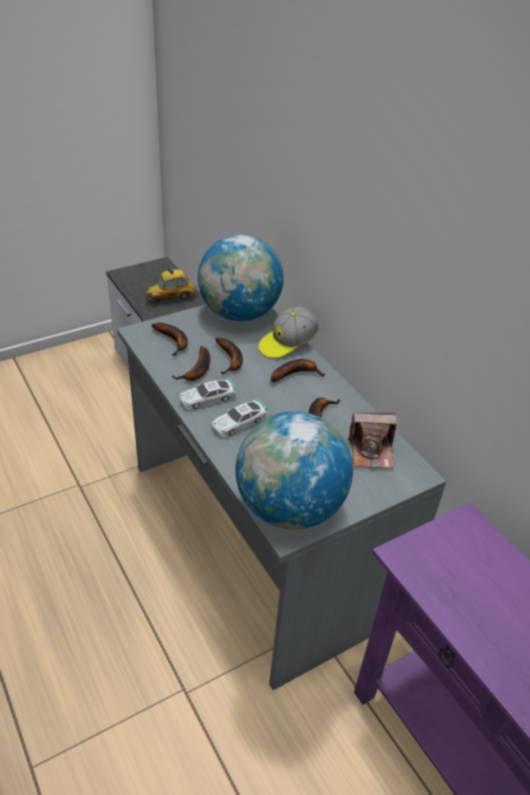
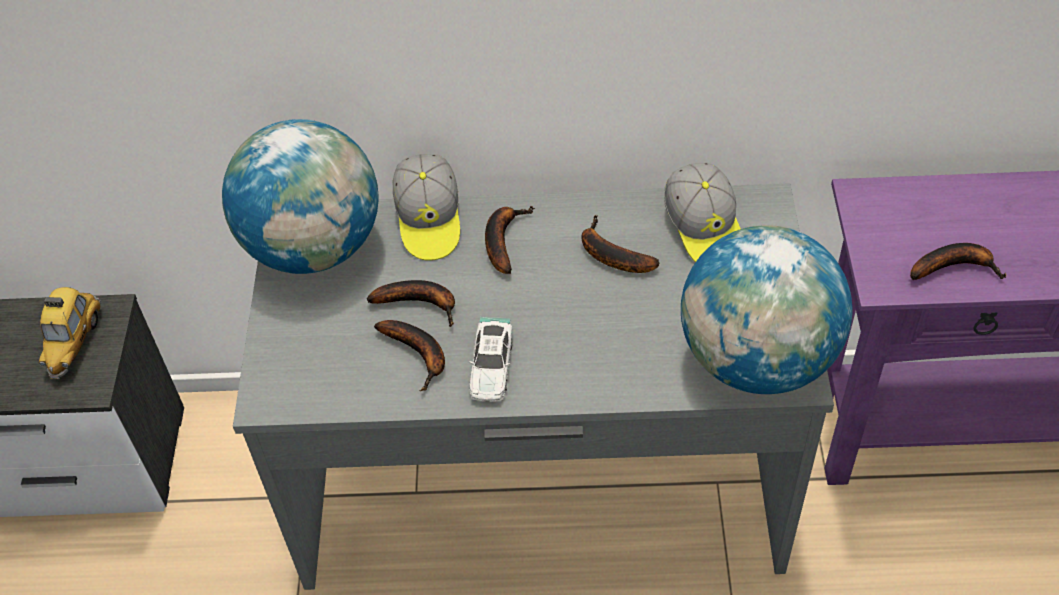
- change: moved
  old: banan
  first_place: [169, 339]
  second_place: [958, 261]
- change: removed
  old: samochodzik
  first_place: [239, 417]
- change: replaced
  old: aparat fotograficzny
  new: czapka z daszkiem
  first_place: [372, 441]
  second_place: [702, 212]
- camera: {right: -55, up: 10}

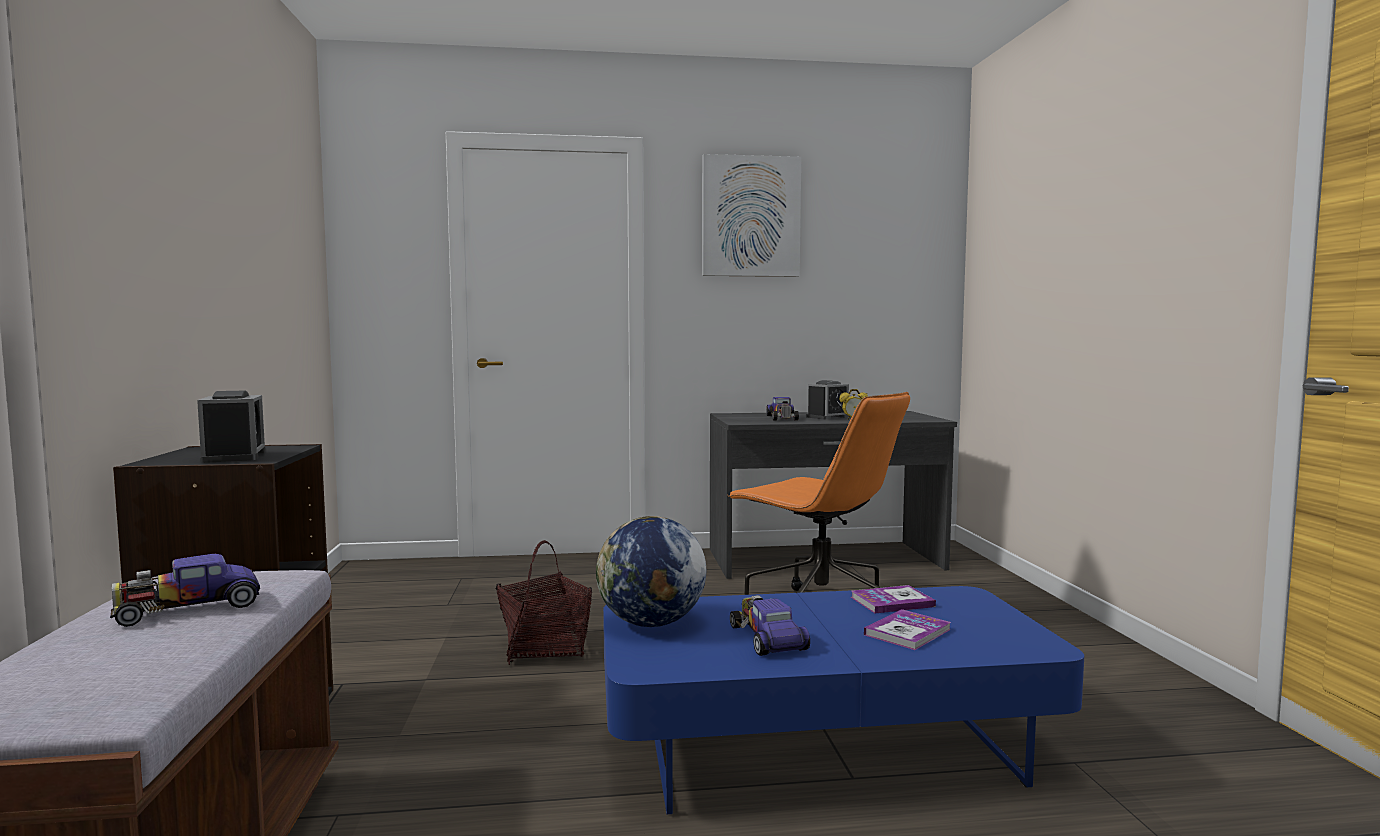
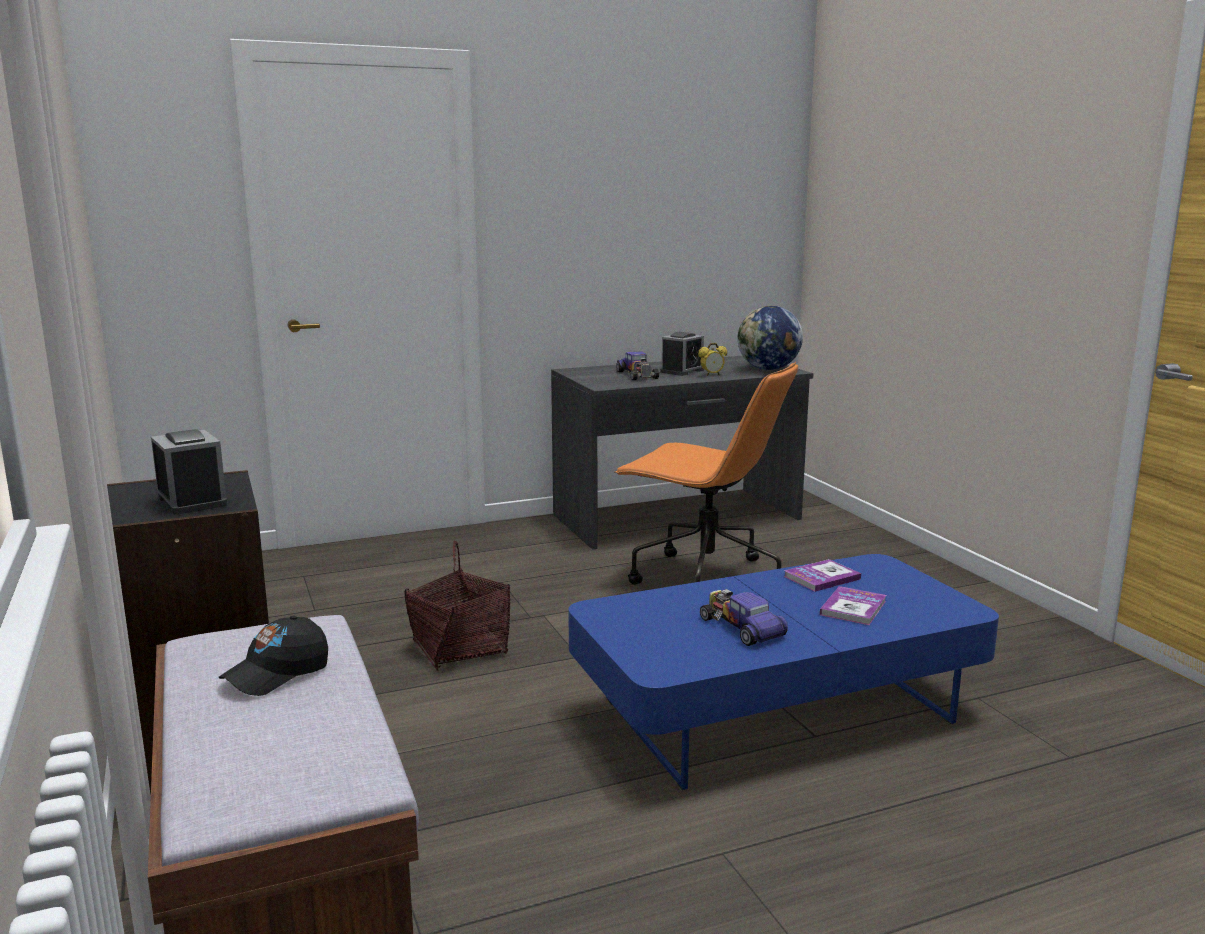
- change: removed
  old: obraz
  first_place: [751, 215]
- change: moved
  old: globus
  first_place: [651, 571]
  second_place: [770, 338]
- change: replaced
  old: samochodzik
  new: czapka z daszkiem (czarny)
  first_place: [185, 590]
  second_place: [273, 656]
- camera: {right: -15, up: 10}

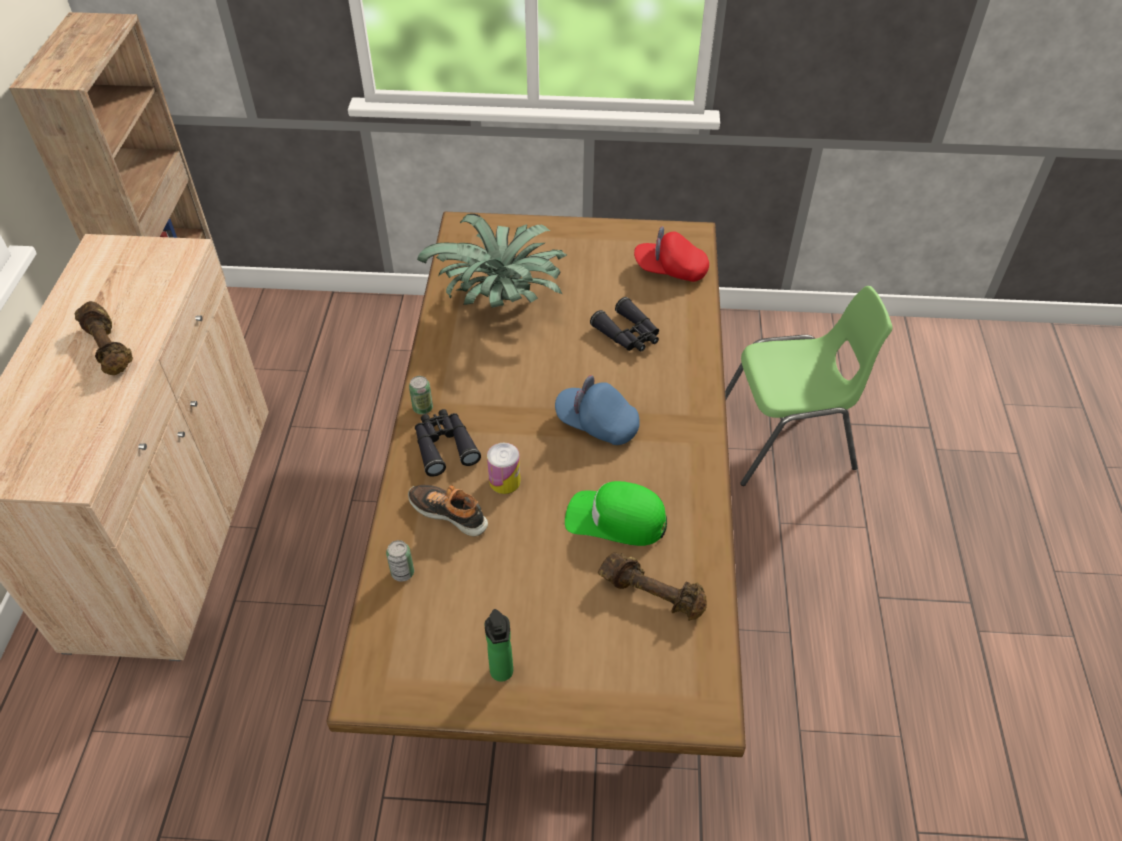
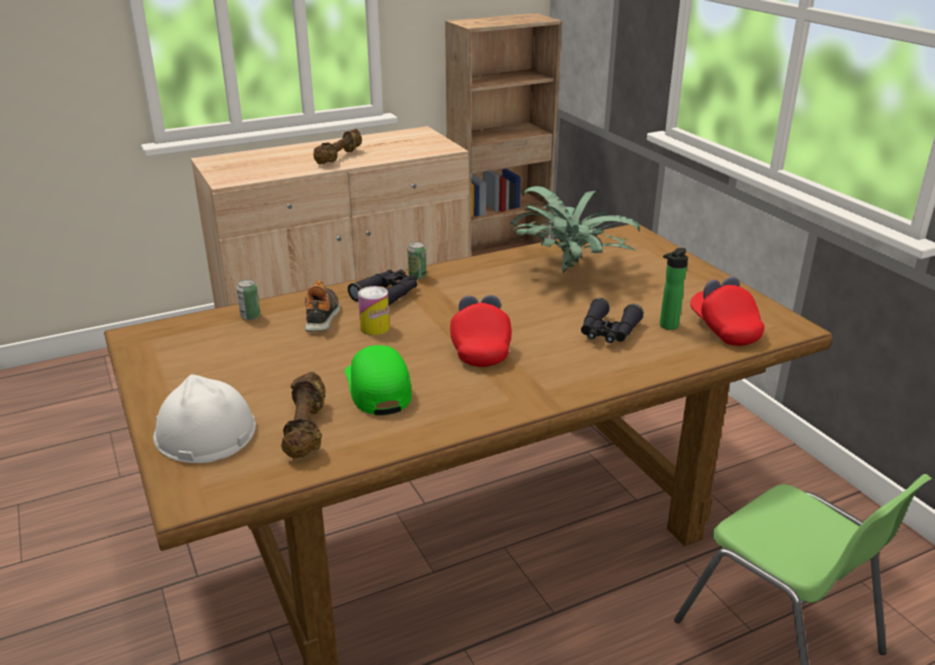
- change: recoloured
  old: czapka z daszkiem (niebieski)
  new: czapka z daszkiem (czerwony)
  first_place: [597, 410]
  second_place: [481, 331]
- change: moved
  old: butelka
  first_place: [498, 645]
  second_place: [674, 289]
- change: added
  new: kask (biały)
  second_place: [204, 418]
- camera: {right: 60, up: -20}

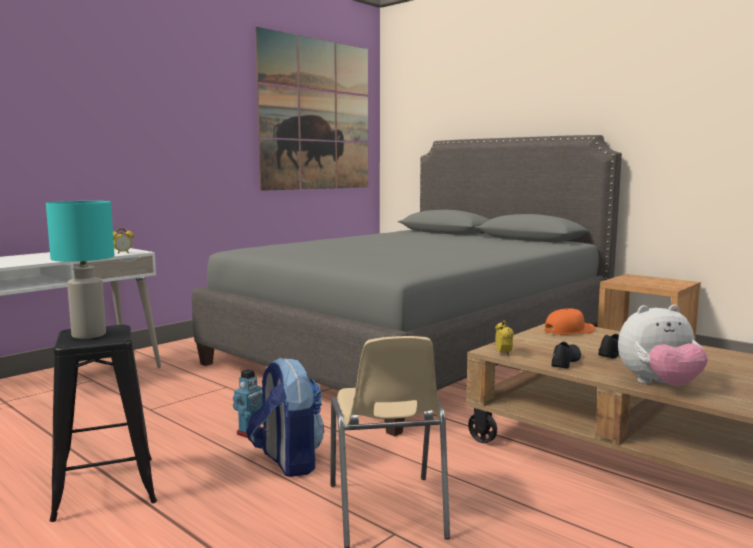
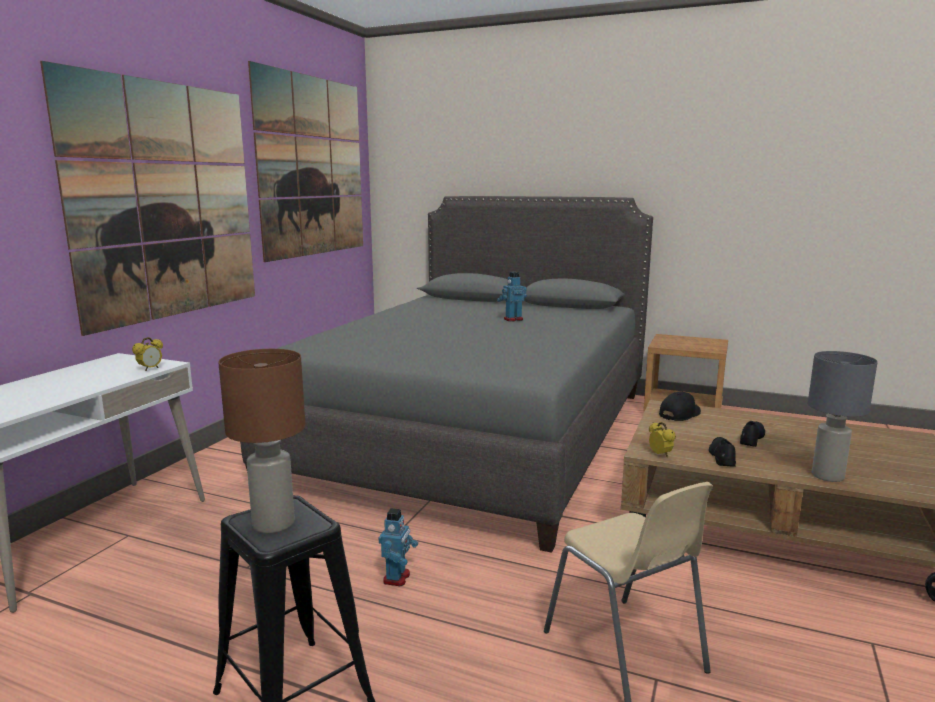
- change: recoloured
  old: lampa stołowa (turkusowy)
  new: lampa stołowa (brązowy)
  first_place: [80, 270]
  second_place: [261, 441]
- change: replaced
  old: pluszak
  new: lampa stołowa (szary)
  first_place: [663, 345]
  second_place: [843, 416]
- change: recoloured
  old: czapka z daszkiem (pomarańczowy)
  new: czapka z daszkiem (czarny)
  first_place: [570, 321]
  second_place: [680, 406]
- change: removed
  old: plecak
  first_place: [285, 417]
- change: added
  new: obraz
  second_place: [147, 198]
- change: added
  new: robot zabawkowy
  second_place: [512, 297]
- camera: {right: -20, up: 5}

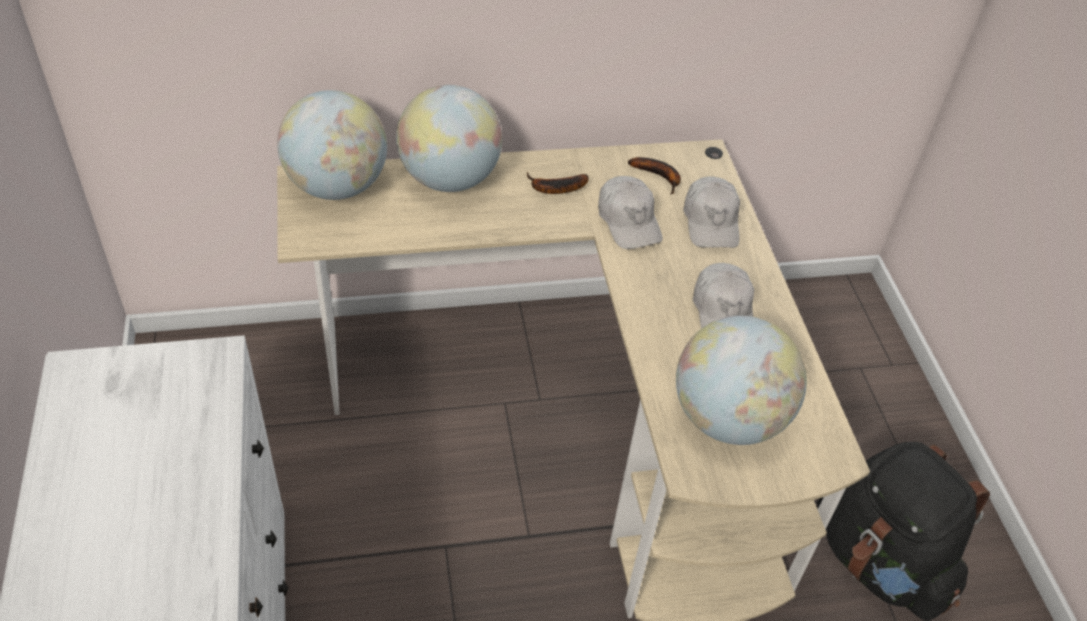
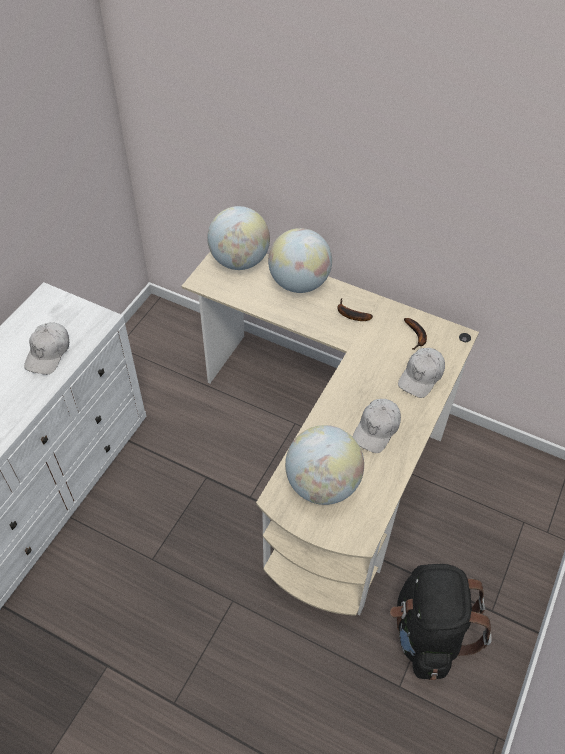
- change: moved
  old: czapka z daszkiem (biały)
  first_place: [630, 212]
  second_place: [46, 348]
- camera: {right: 40, up: 5}

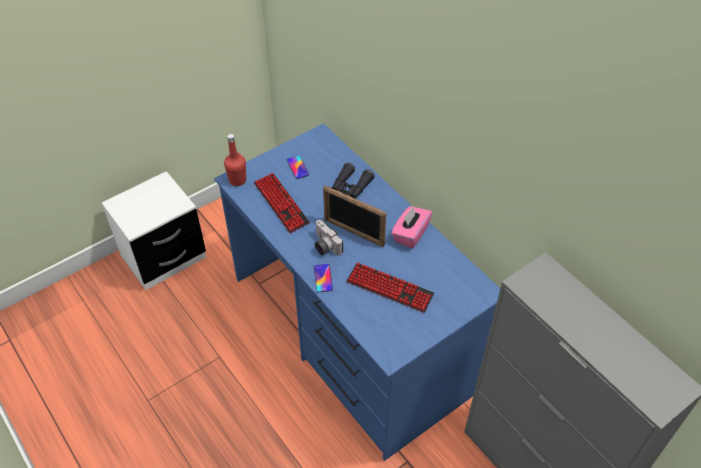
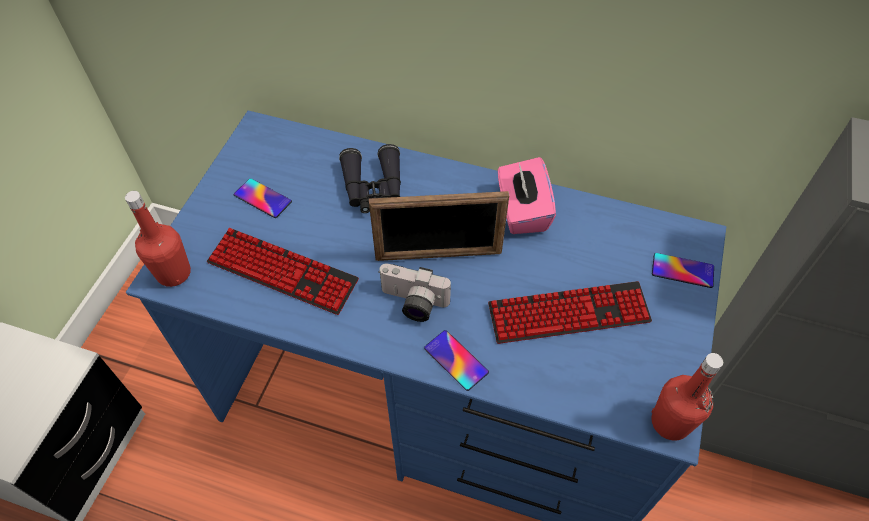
- change: added
  new: telefon
  second_place: [683, 270]
- change: added
  new: butelka (czerwony)
  second_place: [687, 397]
- camera: {right: -35, up: 5}

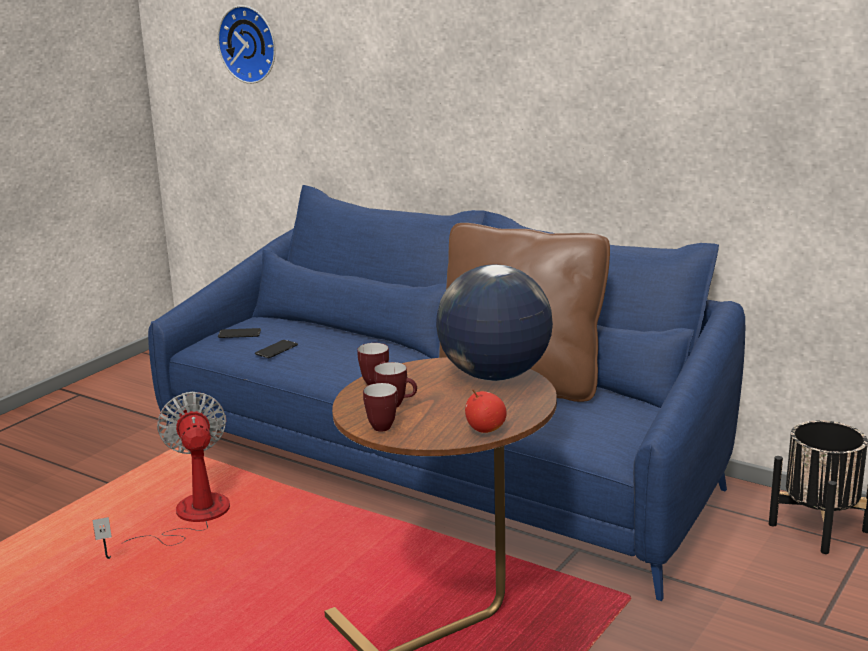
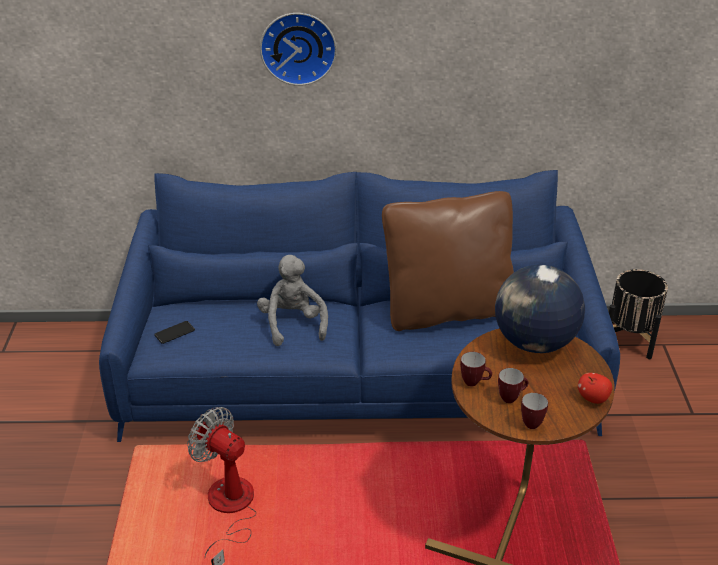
- change: moved
  old: zegar ścienny
  first_place: [246, 44]
  second_place: [298, 49]
- change: removed
  old: telefon
  first_place: [276, 349]
- change: added
  new: pluszak (szary)
  second_place: [292, 300]
- camera: {right: -35, up: 15}

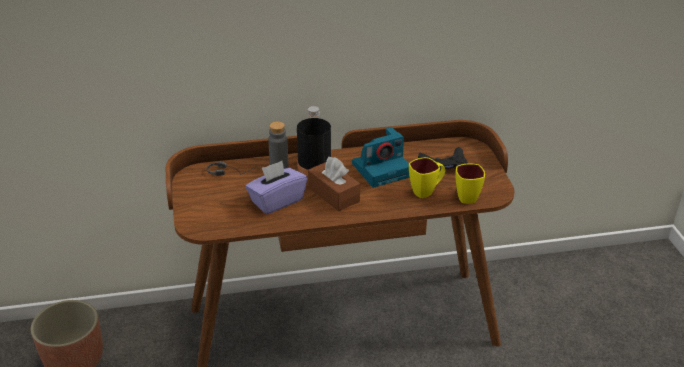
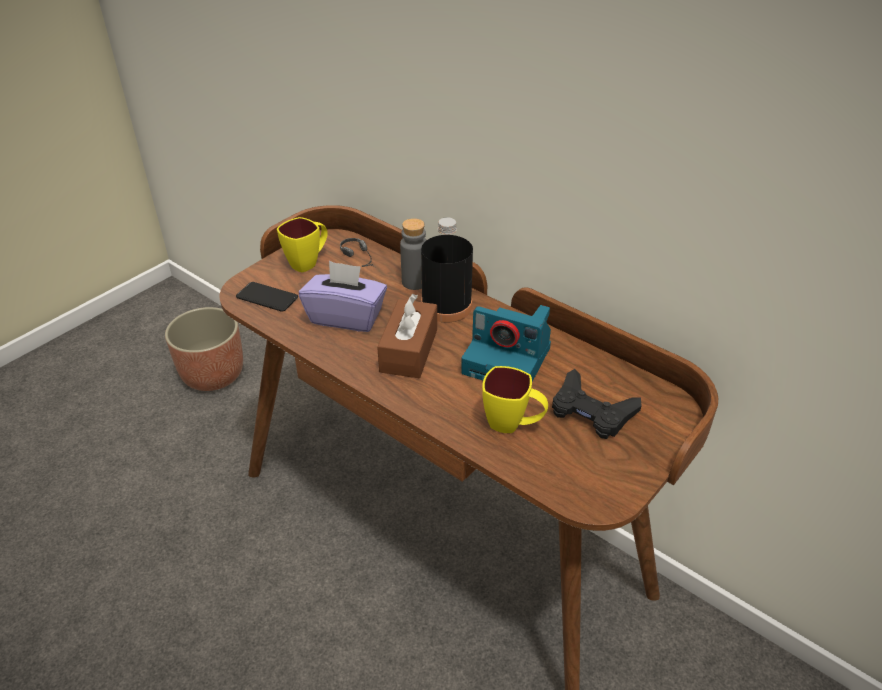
- change: moved
  old: kubek (żółty)
  first_place: [470, 184]
  second_place: [302, 244]
- change: added
  new: telefon
  second_place: [267, 297]
- camera: {right: 50, up: 5}

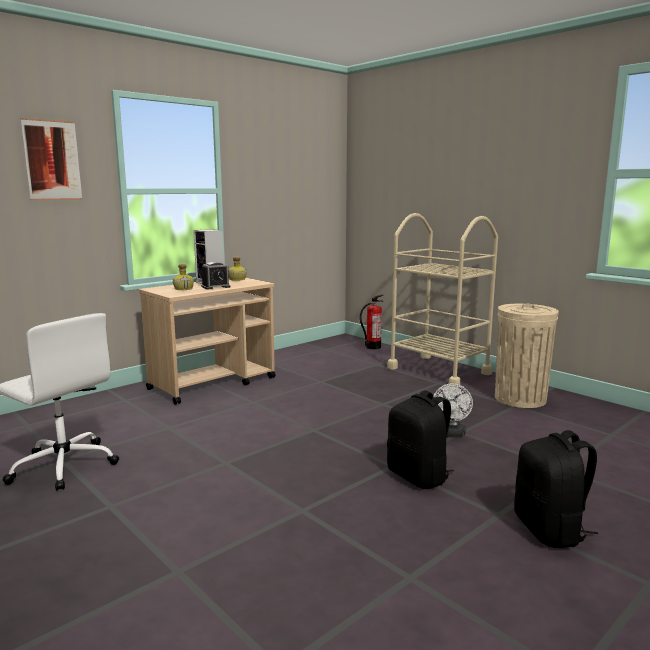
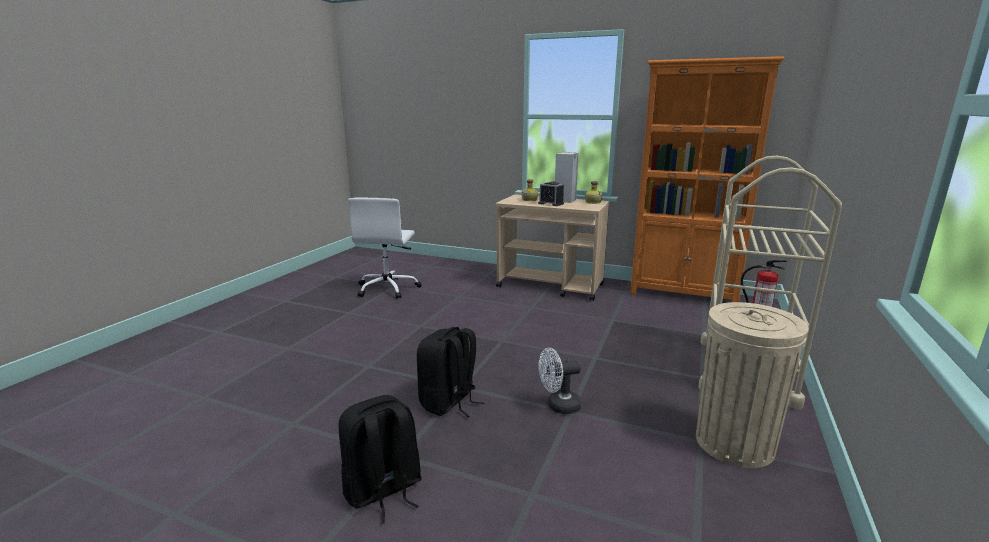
- change: removed
  old: obraz
  first_place: [51, 159]
- change: added
  new: regał (pomarańczowy)
  second_place: [707, 179]
- camera: {right: 65, up: 5}

